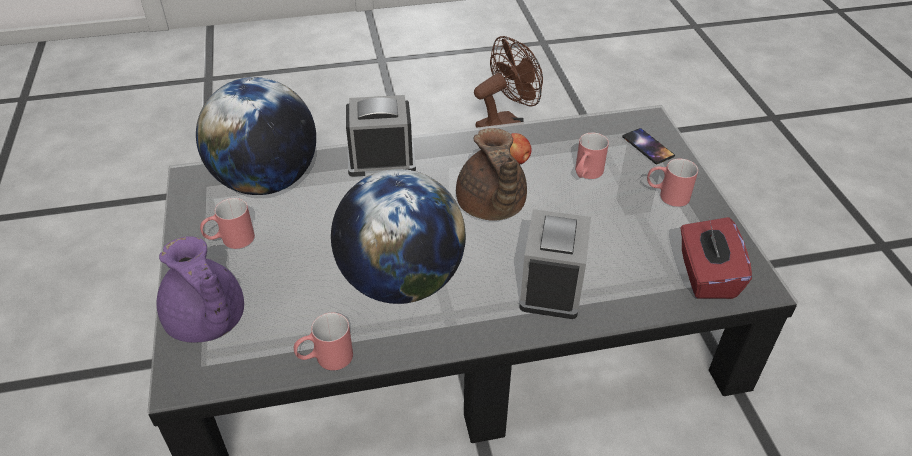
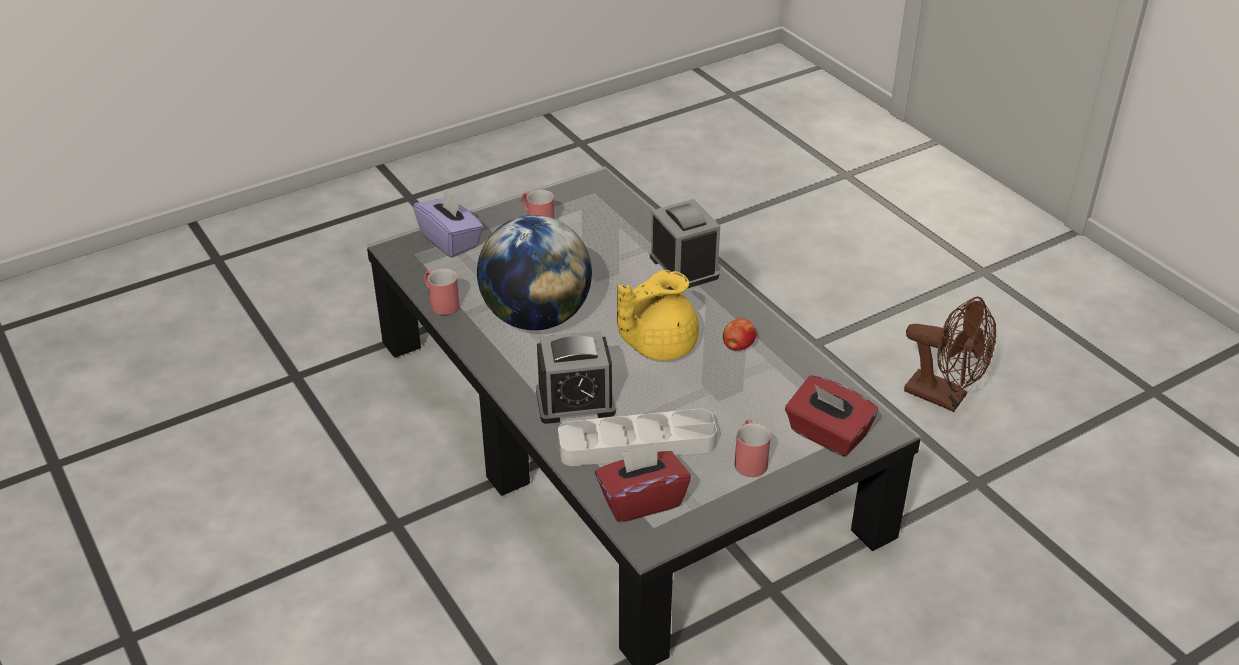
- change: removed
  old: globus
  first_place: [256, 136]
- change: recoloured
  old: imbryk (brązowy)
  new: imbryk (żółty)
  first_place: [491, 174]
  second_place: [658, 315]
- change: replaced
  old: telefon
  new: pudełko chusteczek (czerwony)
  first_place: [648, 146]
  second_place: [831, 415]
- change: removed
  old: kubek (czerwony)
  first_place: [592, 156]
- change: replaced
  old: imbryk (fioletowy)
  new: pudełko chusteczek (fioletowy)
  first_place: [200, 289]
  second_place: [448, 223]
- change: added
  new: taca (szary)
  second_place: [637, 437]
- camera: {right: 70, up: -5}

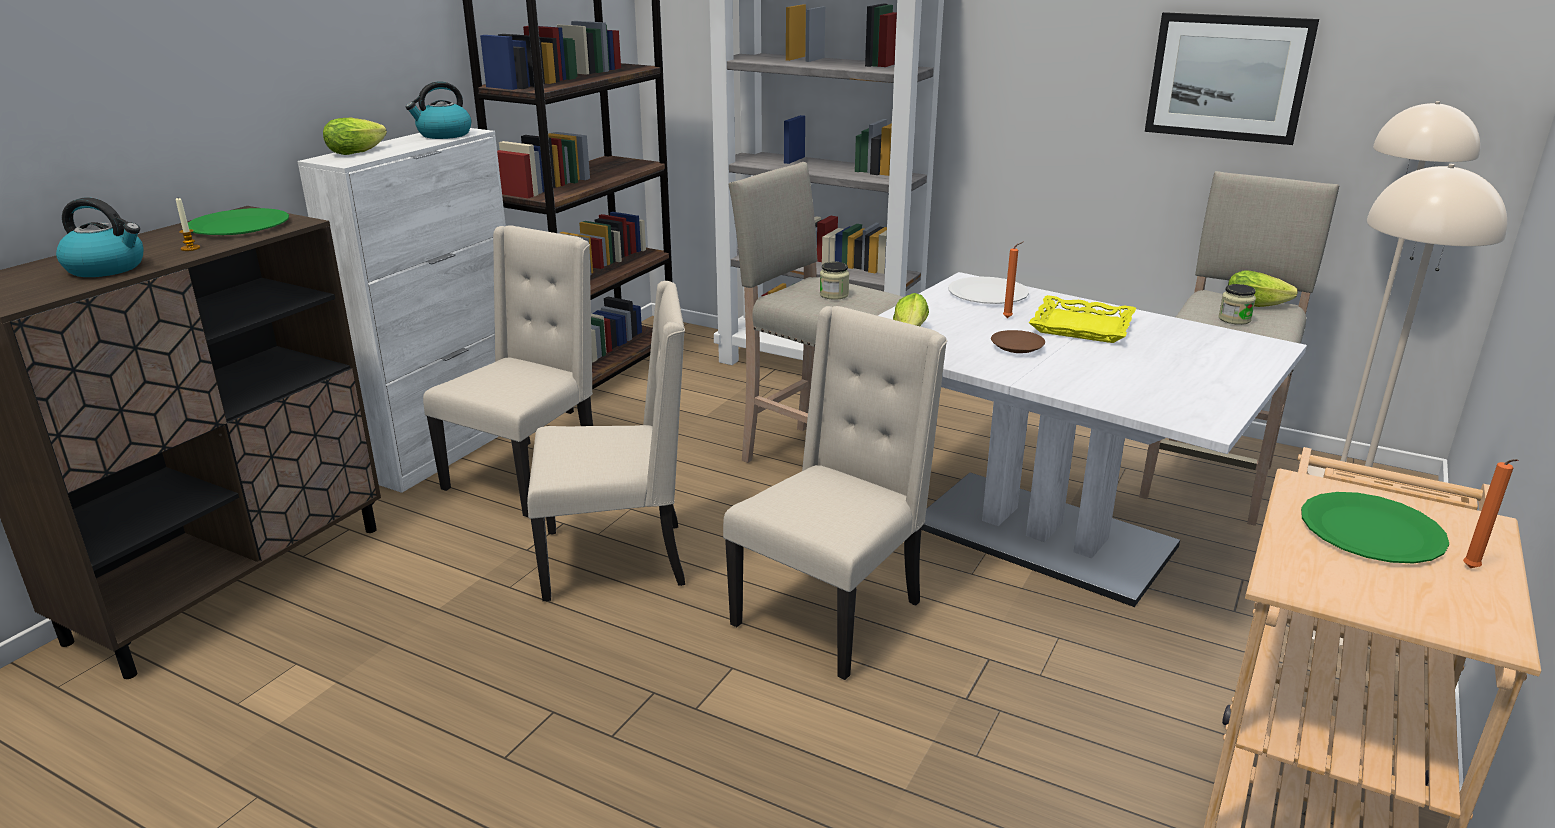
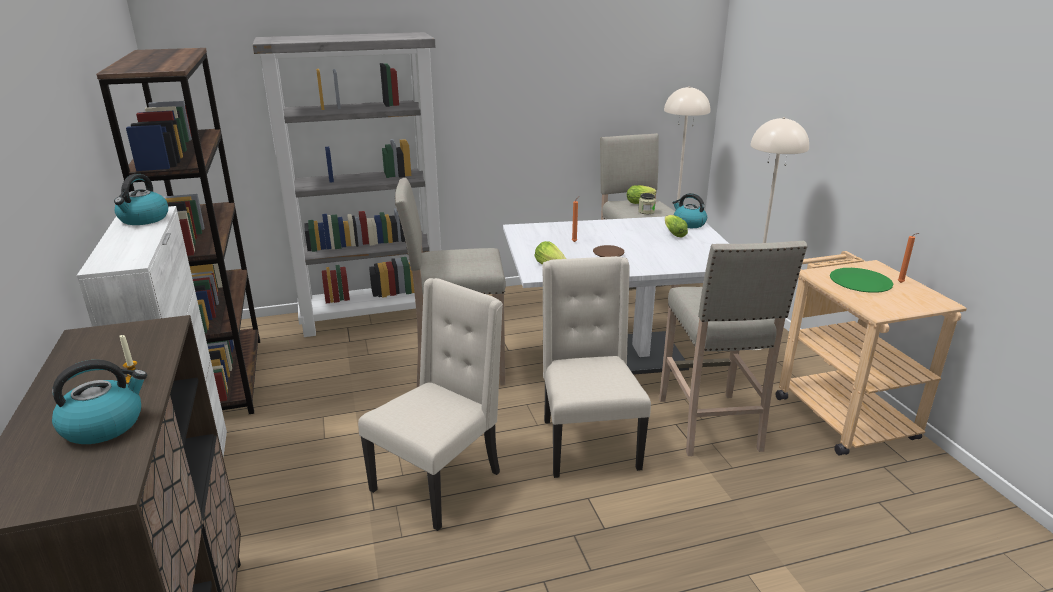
- change: removed
  old: obraz
  first_place: [1232, 78]
- change: moved
  old: sałata
  first_place: [355, 136]
  second_place: [676, 226]
- change: removed
  old: talerz (zielony)
  first_place: [238, 221]
- change: removed
  old: krzesło (beżowy)
  first_place: [508, 371]
- change: removed
  old: słoik
  first_place: [834, 281]
- change: removed
  old: talerz (biały)
  first_place: [988, 290]
- change: removed
  old: taca (żółty)
  first_place: [1082, 319]
- change: added
  new: czajnik
  second_place: [689, 210]
- change: added
  new: stołek (beżowy)
  second_place: [733, 348]
- camera: {right: -45, up: 0}

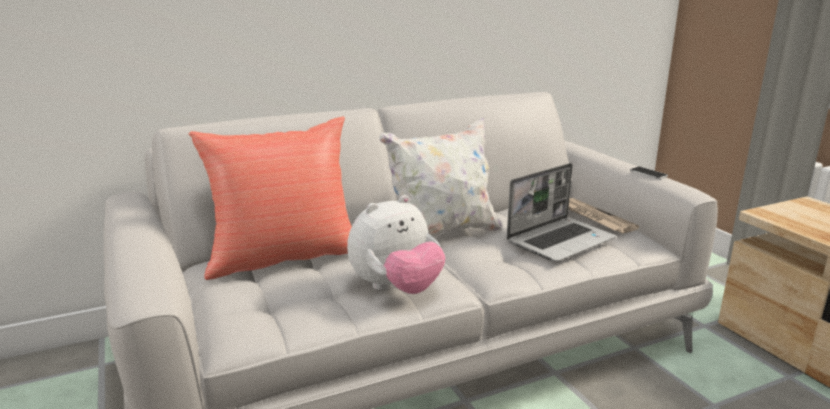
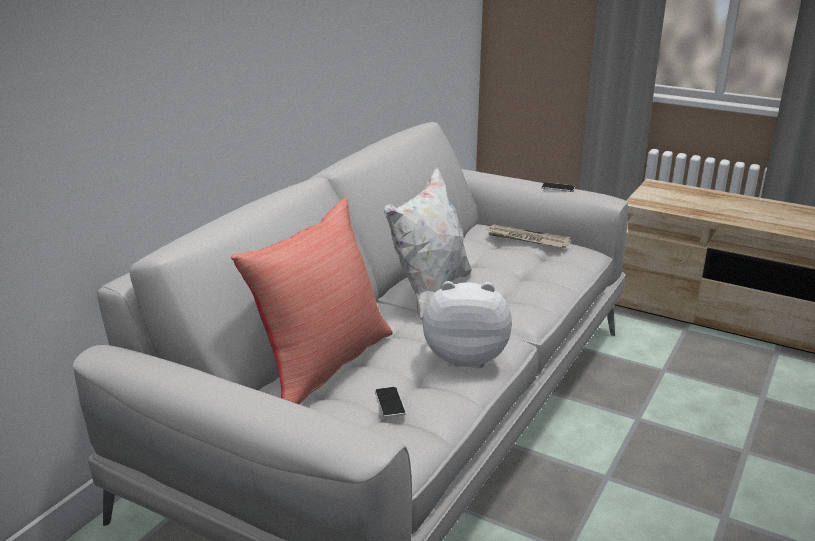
- change: removed
  old: laptop
  first_place: [561, 212]
- change: turned
  old: pluszak
  first_place: [396, 244]
  second_place: [467, 324]
  degrees: -105
- change: added
  new: telefon
  second_place: [390, 402]
- camera: {right: -35, up: 5}

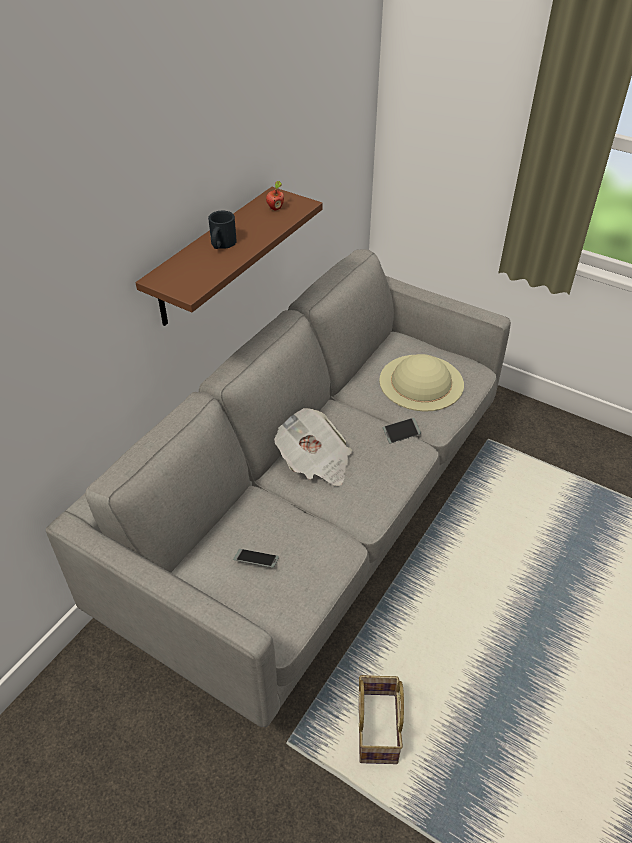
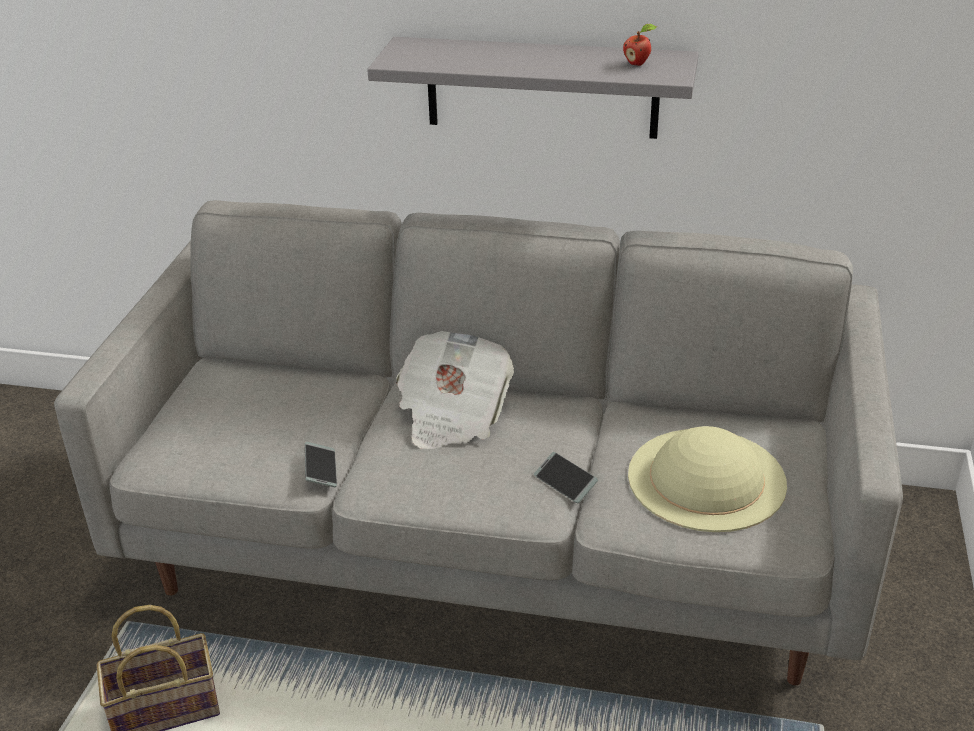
- change: recoloured
  old: półka (brązowy)
  new: półka (szary)
  first_place: [229, 256]
  second_place: [533, 88]
- change: removed
  old: kubek (czarny)
  first_place: [222, 230]
- change: moved
  old: telefon
  first_place: [256, 558]
  second_place: [321, 464]
- camera: {right: 70, up: -10}

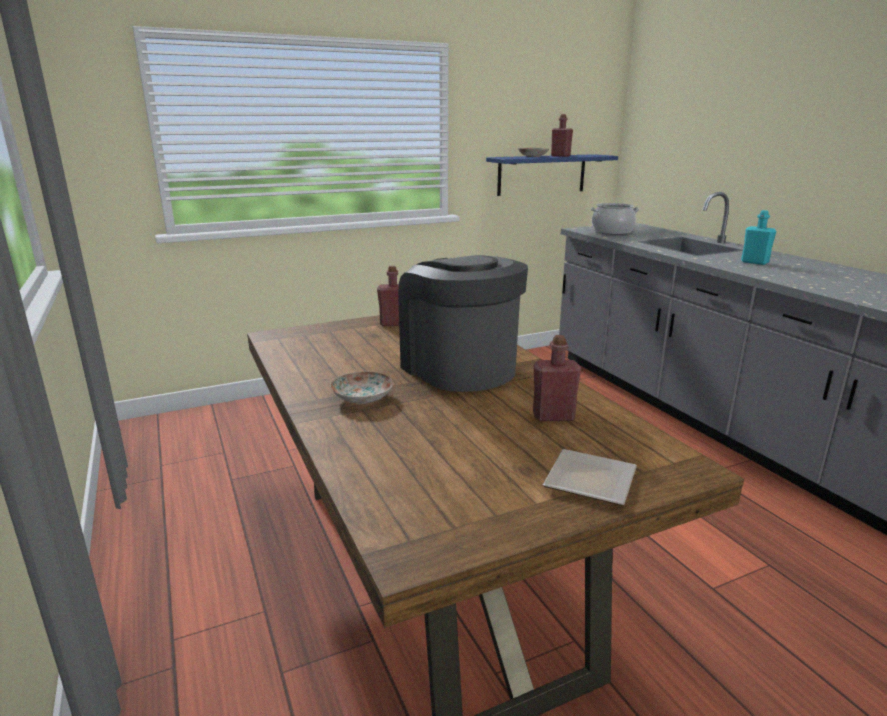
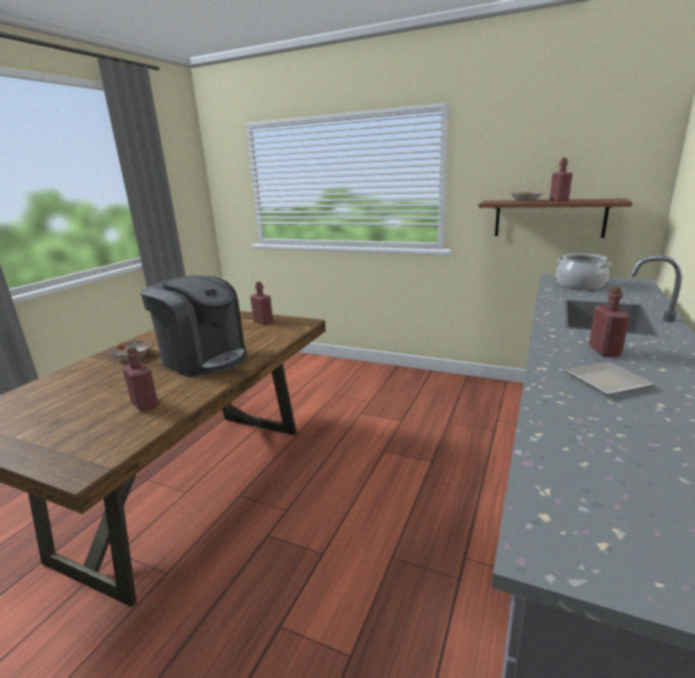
- change: recoloured
  old: półka (niebieski)
  new: półka (brązowy)
  first_place: [552, 175]
  second_place: [555, 218]
- change: recoloured
  old: butelka (turkusowy)
  new: butelka (czerwony)
  first_place: [759, 237]
  second_place: [609, 322]
- change: turned
  old: ekspres do kawy
  first_place: [463, 323]
  second_place: [193, 326]
  degrees: 105
- change: moved
  old: talerz
  first_place: [590, 477]
  second_place: [609, 378]
- camera: {right: 50, up: 0}

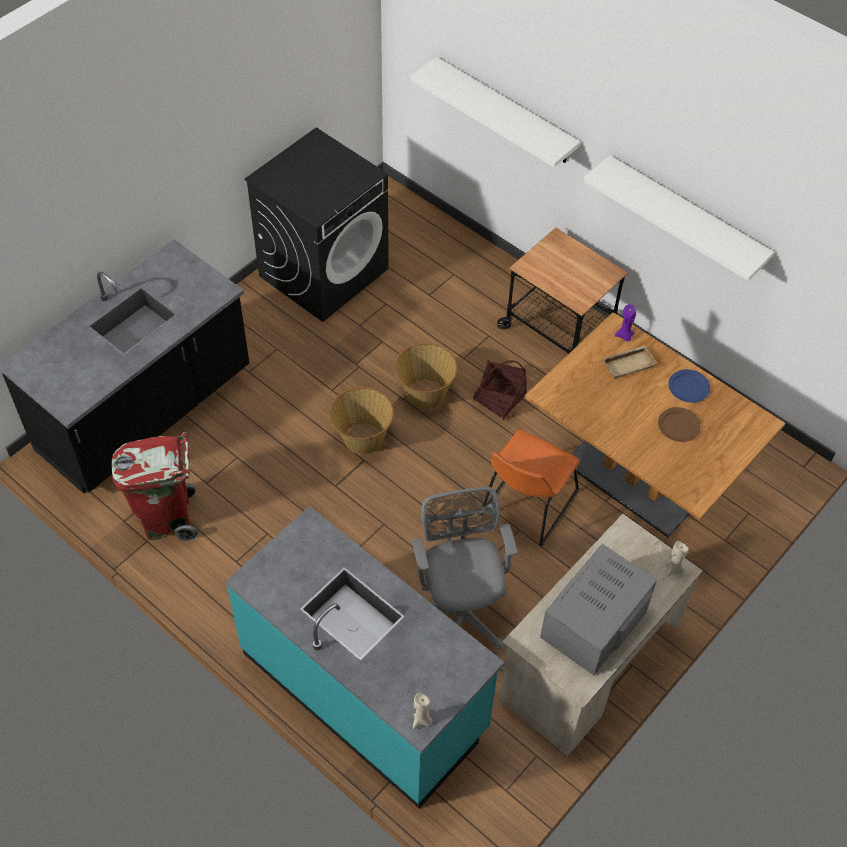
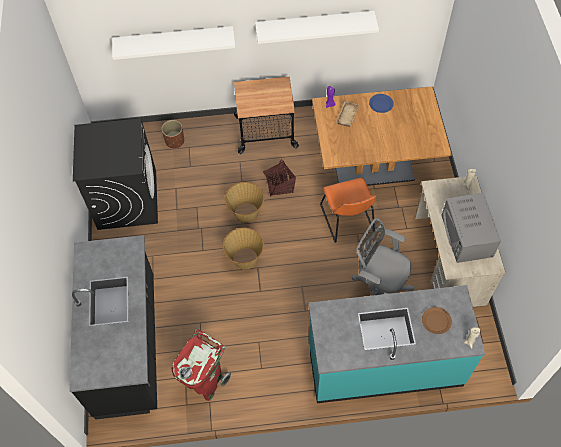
- change: moved
  old: talerz (brązowy)
  first_place: [679, 424]
  second_place: [437, 320]
- change: added
  new: donica (brązowy)
  second_place: [172, 134]
- camera: {right: -45, up: 5}

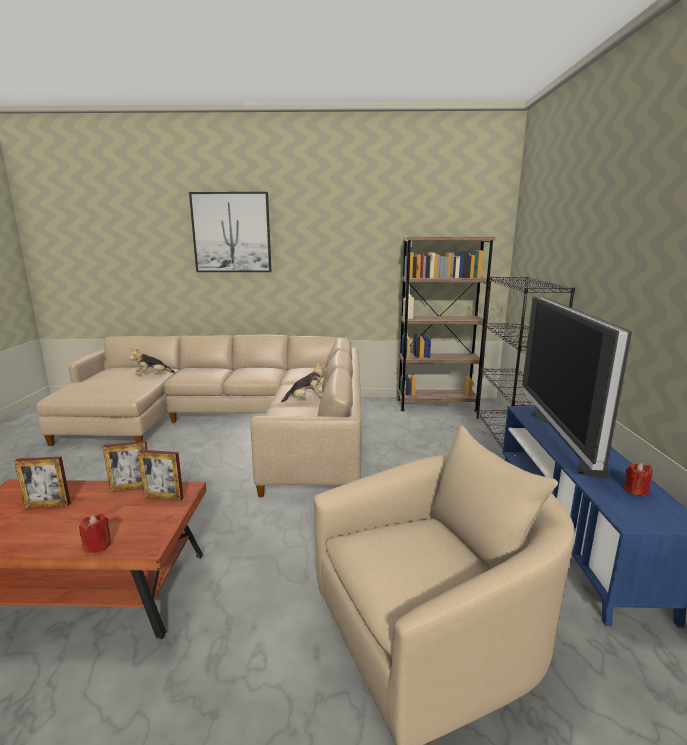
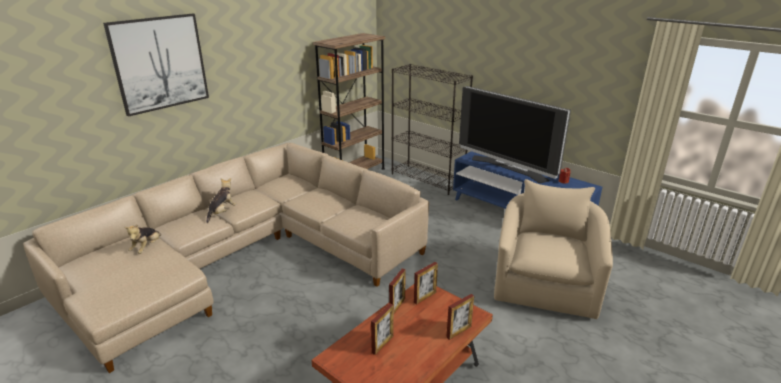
- change: moved
  old: pluszak
  first_place: [303, 382]
  second_place: [221, 200]
- change: replaced
  old: świeca (czerwony)
  new: ramka na zdjęcie
  first_place: [95, 533]
  second_place: [460, 317]
- camera: {right: -50, up: 10}

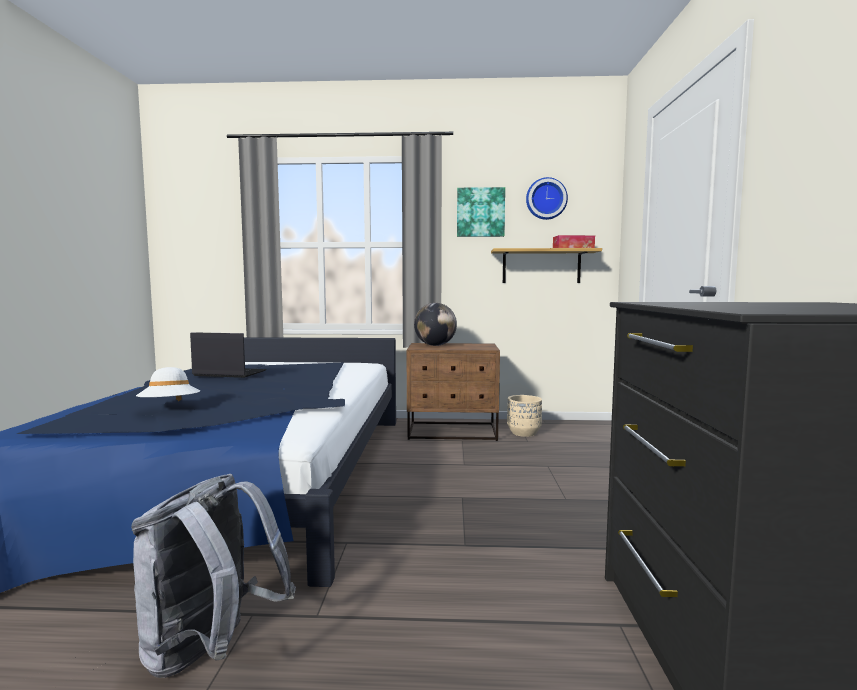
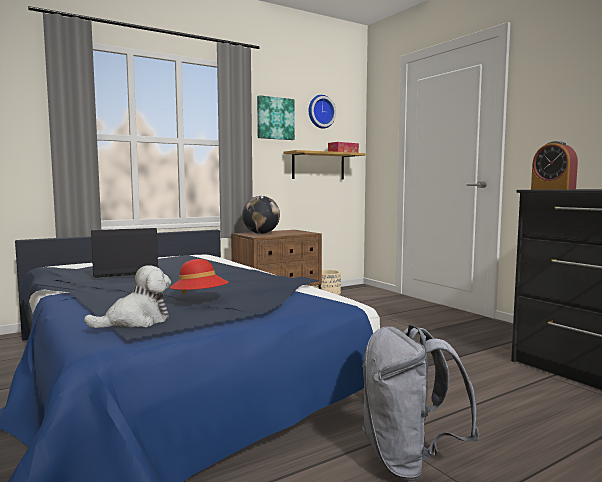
- change: recoloured
  old: kapelusz (biały)
  new: kapelusz (czerwony)
  first_place: [168, 384]
  second_place: [199, 277]
- change: added
  new: budzik
  second_place: [554, 165]
- change: added
  new: pluszak
  second_place: [127, 296]
- camera: {right: -35, up: 0}

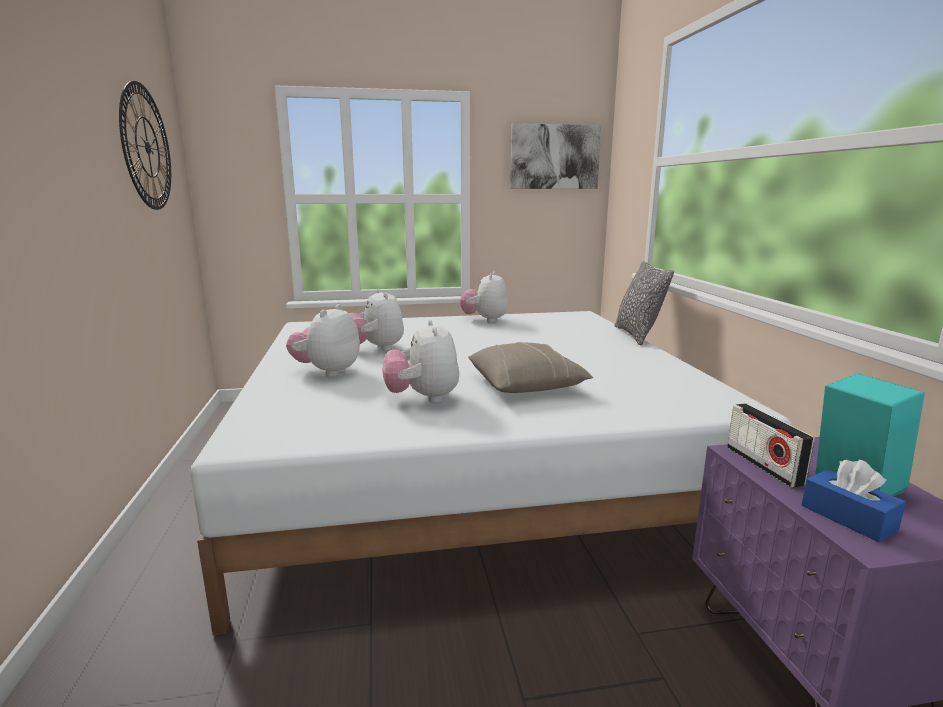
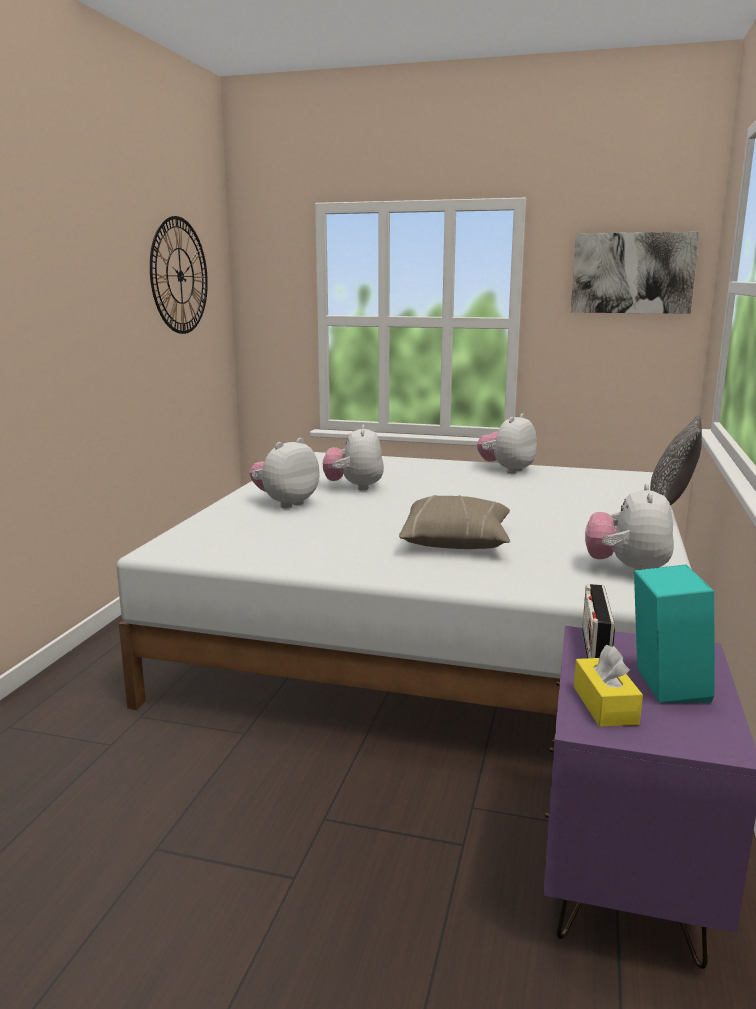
- change: moved
  old: pluszak
  first_place: [420, 361]
  second_place: [629, 528]
- change: recoloured
  old: pudełko chusteczek (niebieski)
  new: pudełko chusteczek (żółty)
  first_place: [853, 501]
  second_place: [608, 686]
- camera: {right: 25, up: 0}

